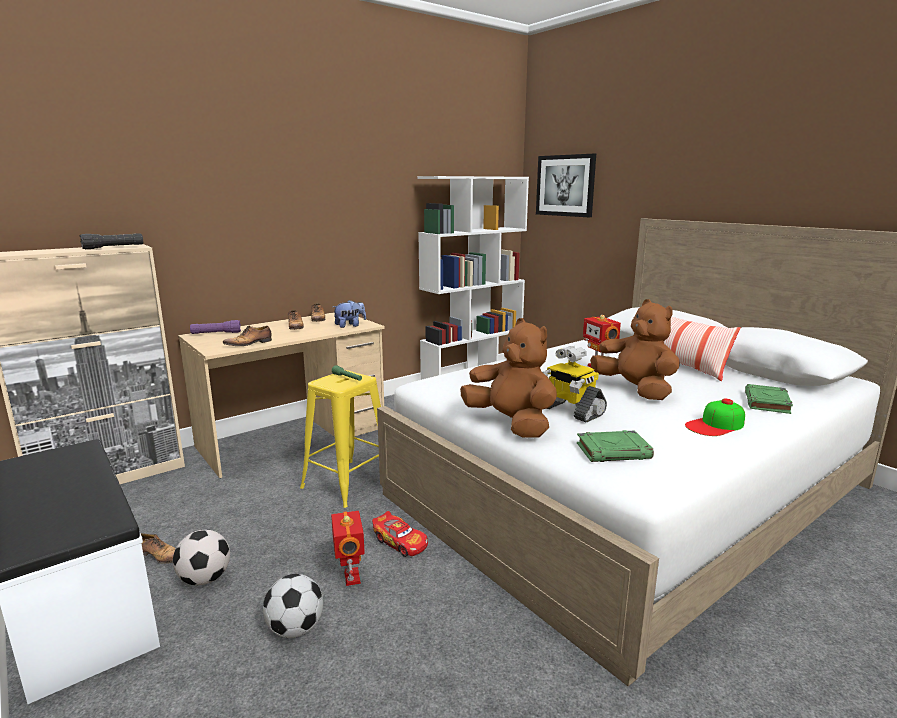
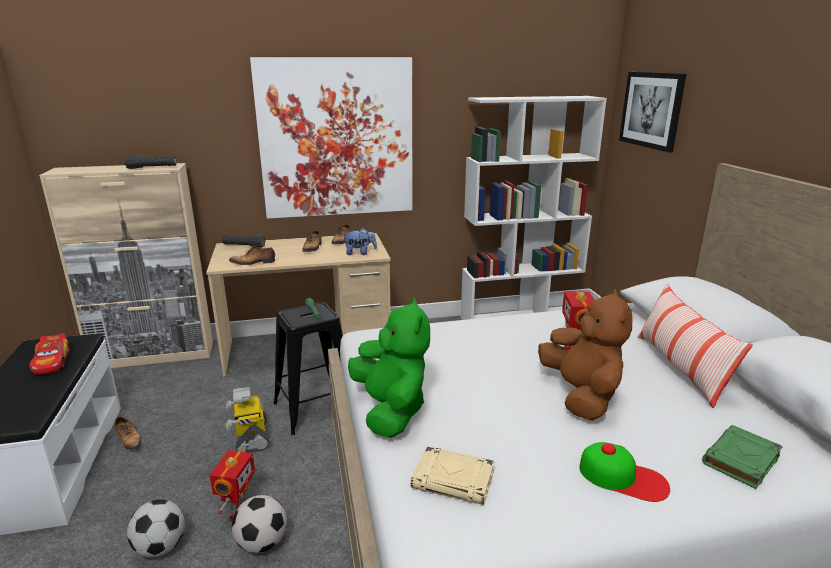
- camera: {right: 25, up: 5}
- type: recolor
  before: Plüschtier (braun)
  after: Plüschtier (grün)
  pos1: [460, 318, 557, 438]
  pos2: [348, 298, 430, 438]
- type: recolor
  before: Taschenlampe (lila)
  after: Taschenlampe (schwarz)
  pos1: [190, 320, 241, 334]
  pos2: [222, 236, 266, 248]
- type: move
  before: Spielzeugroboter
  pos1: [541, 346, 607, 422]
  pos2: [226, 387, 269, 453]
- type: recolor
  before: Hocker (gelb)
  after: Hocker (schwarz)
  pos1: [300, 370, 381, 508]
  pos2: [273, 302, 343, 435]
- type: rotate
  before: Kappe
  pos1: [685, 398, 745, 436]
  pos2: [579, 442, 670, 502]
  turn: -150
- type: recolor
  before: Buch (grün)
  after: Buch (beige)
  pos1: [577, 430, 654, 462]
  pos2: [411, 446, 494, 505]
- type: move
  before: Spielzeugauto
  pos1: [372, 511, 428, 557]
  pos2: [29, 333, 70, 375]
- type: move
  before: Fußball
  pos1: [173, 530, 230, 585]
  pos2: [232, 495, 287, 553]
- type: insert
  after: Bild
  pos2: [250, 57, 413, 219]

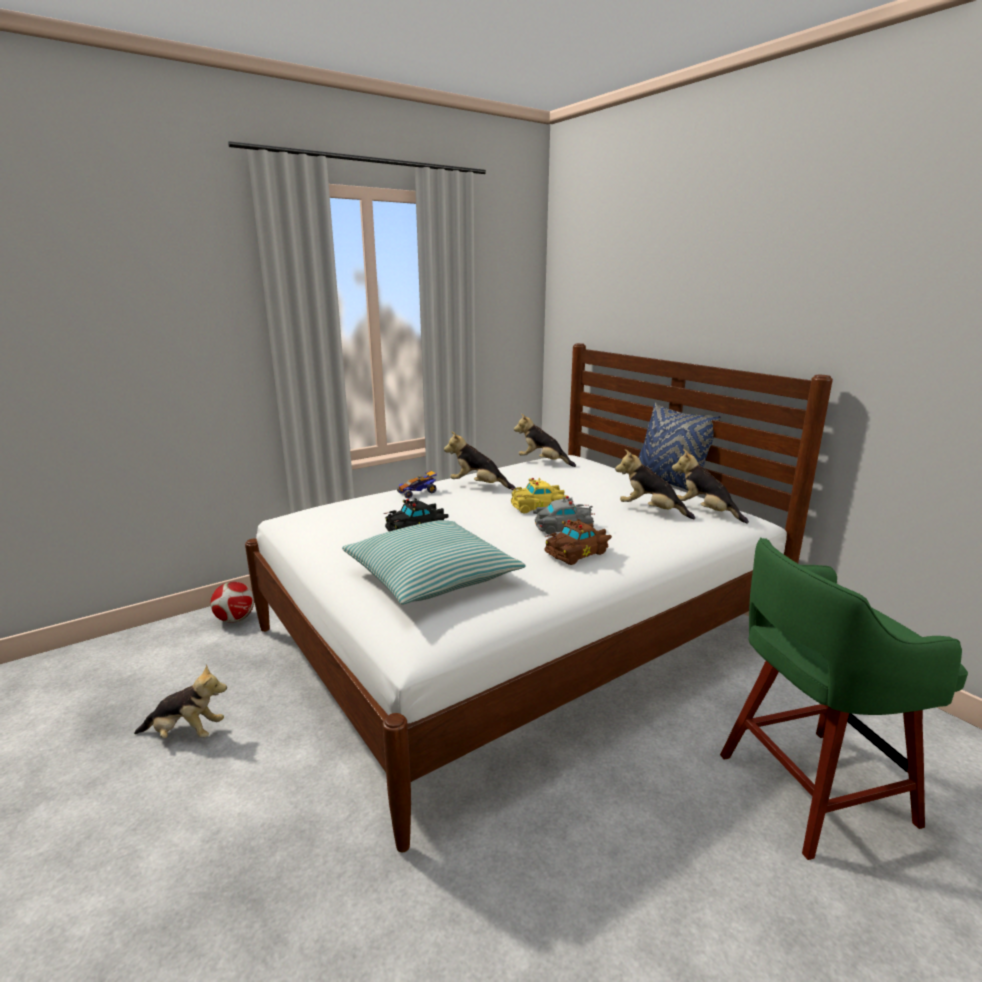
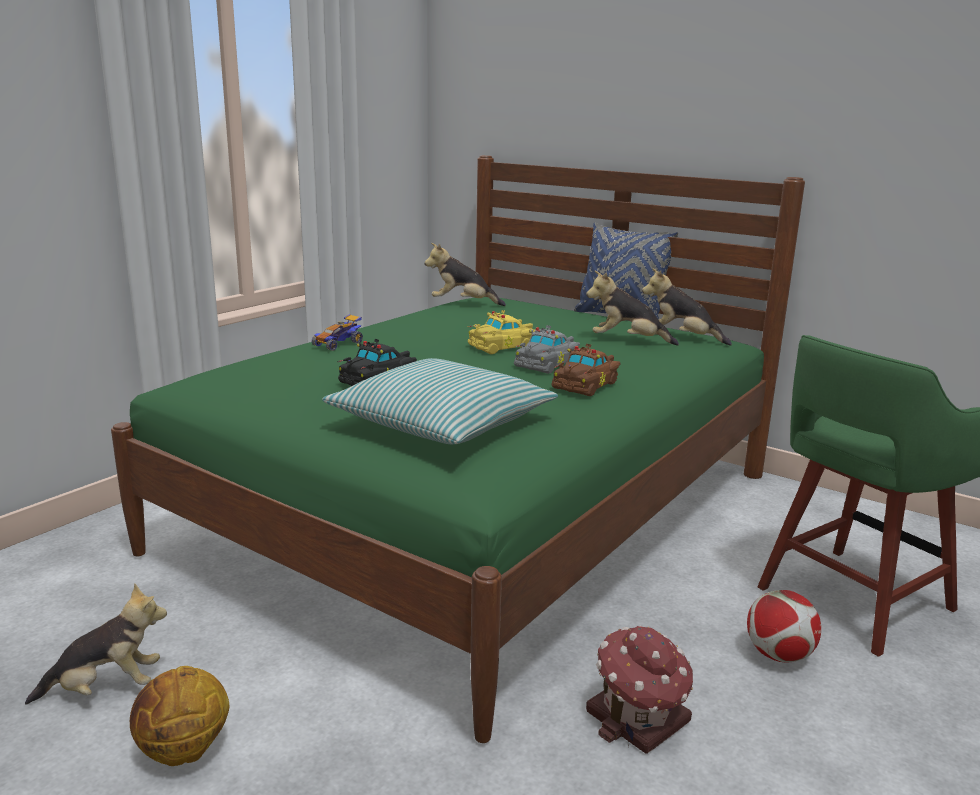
- camera: {right: -20, up: 0}
- type: recolor
  before: Bett (weiß)
  after: Bett (grün)
  pos1: [245, 343, 833, 852]
  pos2: [111, 155, 805, 743]
- type: delete
  before: Plüschtier
  pos1: [444, 431, 515, 490]
- type: rotate
  before: Spielzeugauto (grau)
  pos1: [533, 496, 595, 535]
  pos2: [514, 325, 580, 374]
  turn: 150
- type: move
  before: Fußball
  pos1: [211, 582, 254, 623]
  pos2: [747, 590, 821, 662]
- type: insert
  after: Spielzeughaus
  pos2: [586, 625, 693, 754]
- type: insert
  after: Basketball
  pos2: [130, 666, 229, 766]

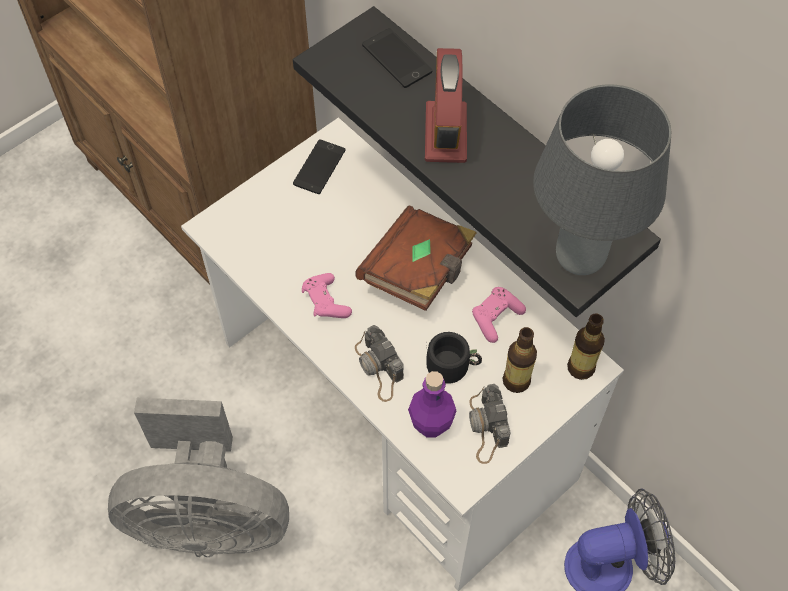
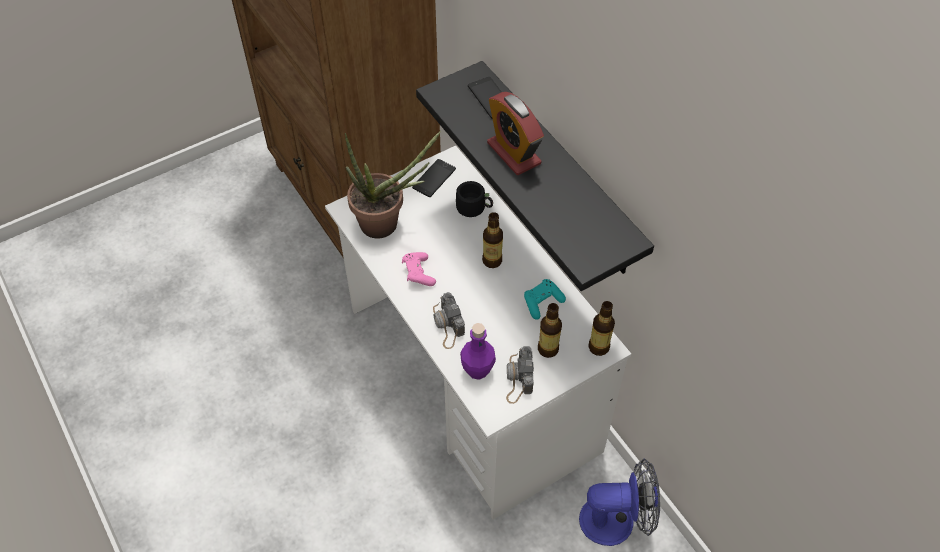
- camera: {right: 10, up: -5}
- type: rotate
  before: Wecker
  pos1: [425, 48, 467, 163]
  pos2: [487, 92, 544, 175]
  turn: -45
- type: delete
  before: Tischlampe (grau)
  pos1: [533, 84, 671, 275]
- type: replace
  before: Buch (braun)
  after: Flasche
  pos1: [356, 205, 477, 311]
  pos2: [482, 212, 503, 268]
- type: recolor
  before: Gamepad (rosa)
  after: Gamepad (türkis)
  pos1: [472, 287, 526, 343]
  pos2: [524, 279, 566, 320]
- type: move
  before: Henkelbecher (schwarz)
  pos1: [426, 332, 482, 384]
  pos2: [456, 181, 493, 217]
- type: delete
  before: Ventilator (grau)
  pos1: [108, 398, 289, 557]
- type: insert
  after: Topfpflanze
  pos2: [345, 131, 441, 239]

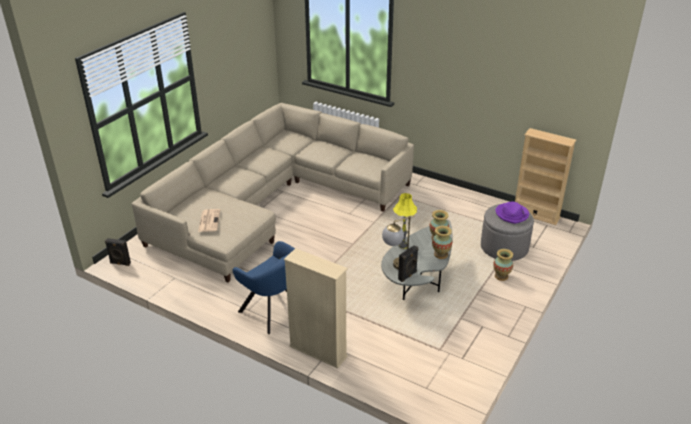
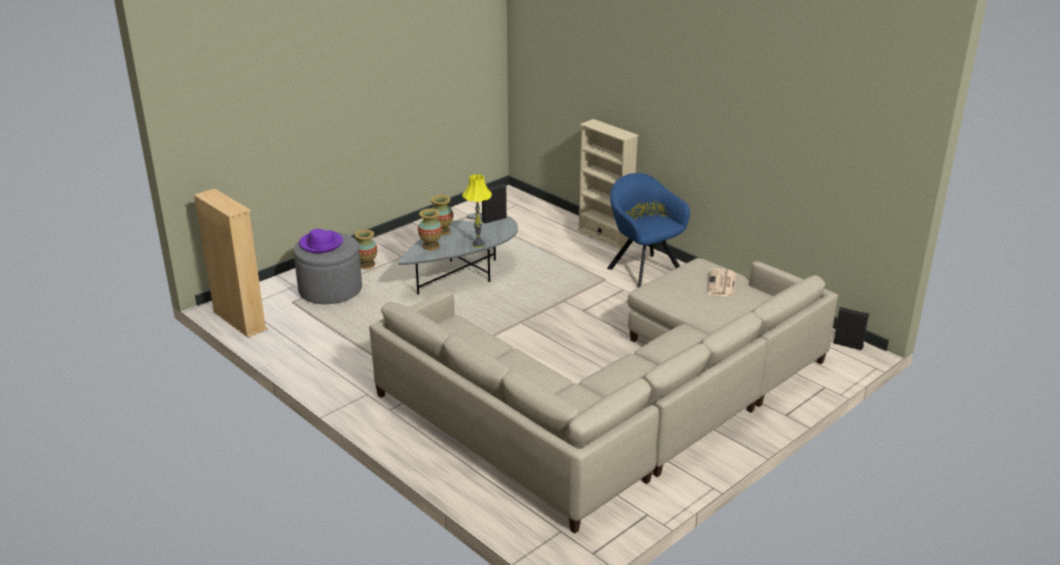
- camera: {right: -165, up: -5}
- type: delete
  before: Tischlampe
  pos1: [382, 216, 415, 270]

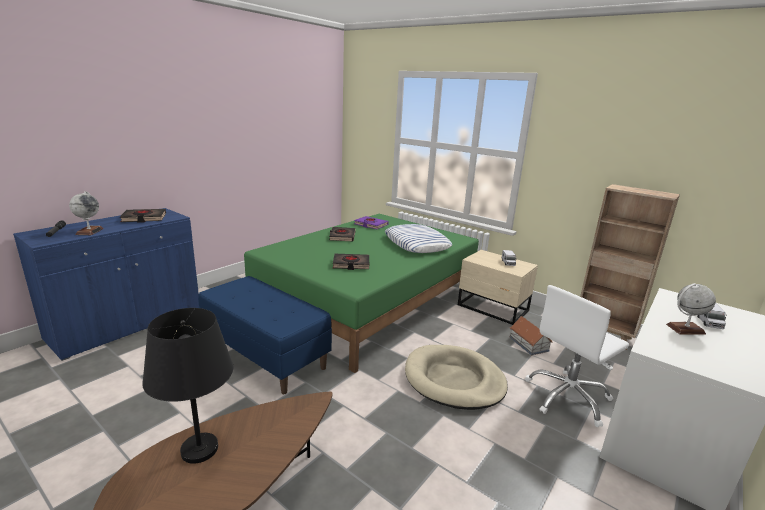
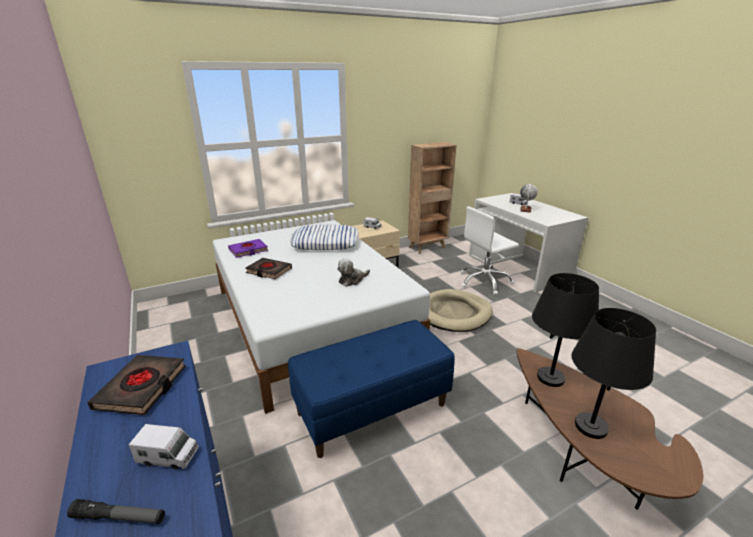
- camera: {right: -65, up: 5}
- type: replace
  before: Globus
  after: Spielzeuglaster
  pos1: [69, 191, 104, 235]
  pos2: [129, 424, 198, 470]
- type: recolor
  before: Bett (grün)
  after: Bett (weiß)
  pos1: [244, 214, 479, 373]
  pos2: [213, 220, 430, 414]
- type: replace
  before: Buch (schwarz)
  after: Plüschtier
  pos1: [333, 254, 369, 270]
  pos2: [337, 259, 370, 287]
- type: rotate
  before: Bürostuhl (weiß)
  pos1: [525, 285, 629, 427]
  pos2: [461, 206, 519, 295]
  turn: 75
- type: delete
  before: Spielzeughaus
  pos1: [509, 316, 552, 355]
- type: insert
  after: Tischlampe (schwarz)
  pos2: [532, 273, 599, 387]

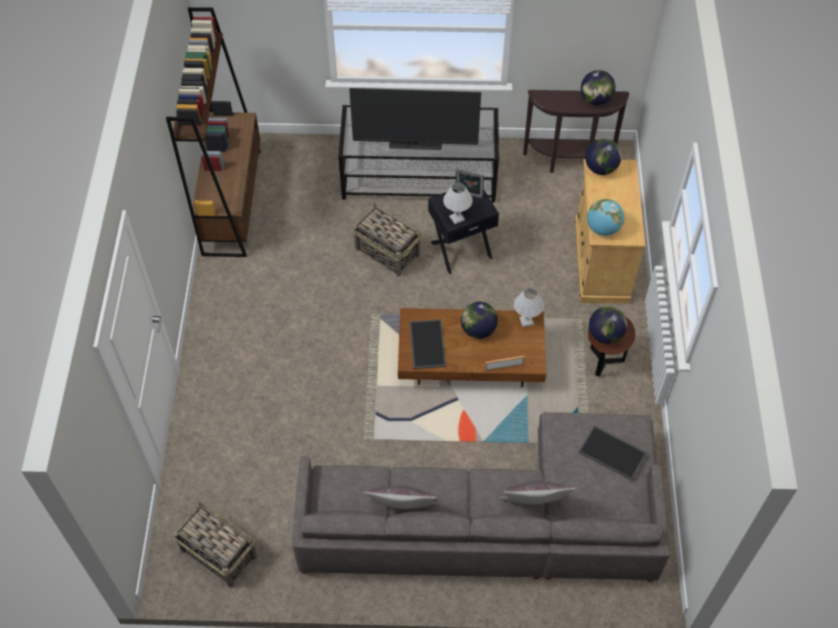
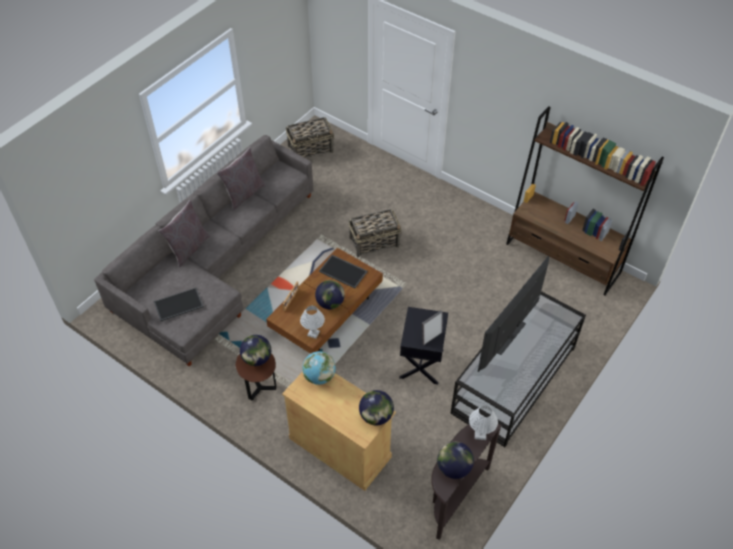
- camera: {right: 125, up: -5}
- type: move
  before: Tischlampe (weiß)
  pos1: [443, 183, 473, 224]
  pos2: [469, 406, 498, 440]
- type: move
  before: Korb
  pos1: [352, 203, 422, 277]
  pos2: [348, 209, 401, 257]

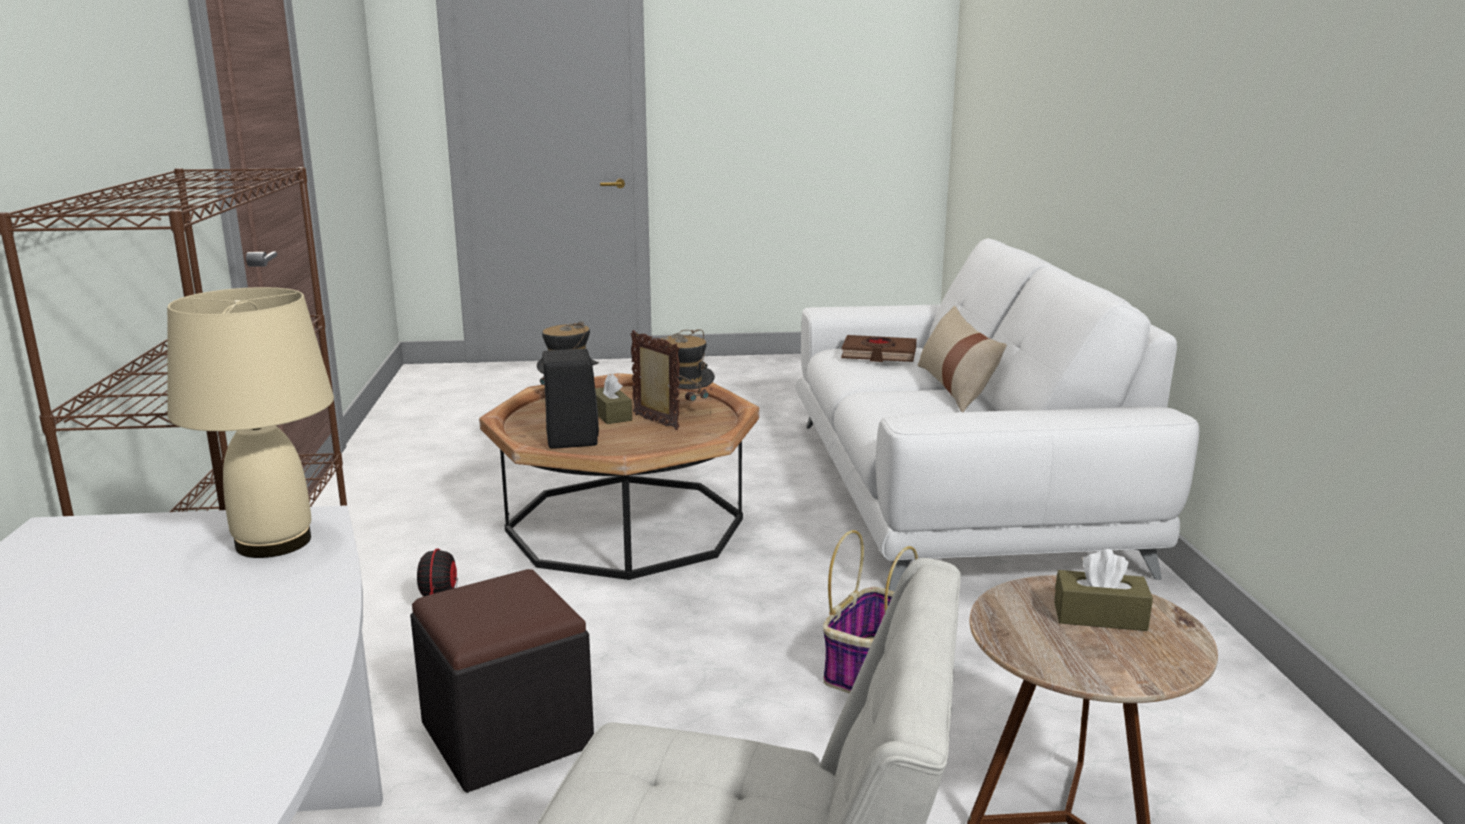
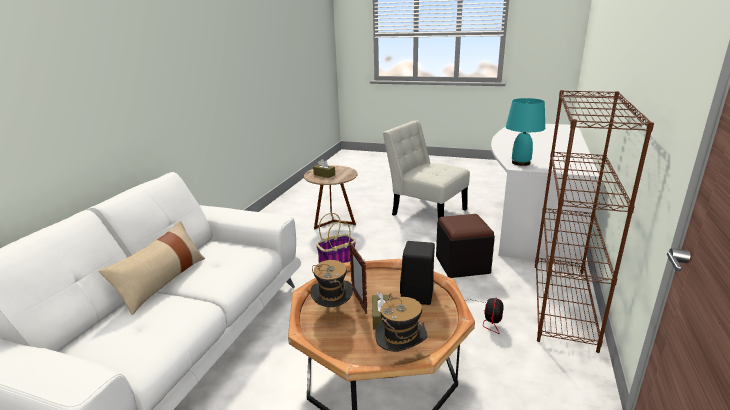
- camera: {right: -155, up: 5}
- type: recolor
  before: Tischlampe (beige)
  after: Tischlampe (türkis)
  pos1: [167, 287, 334, 558]
  pos2: [506, 98, 545, 166]
- type: delete
  before: Buch (braun)
  pos1: [841, 335, 917, 362]

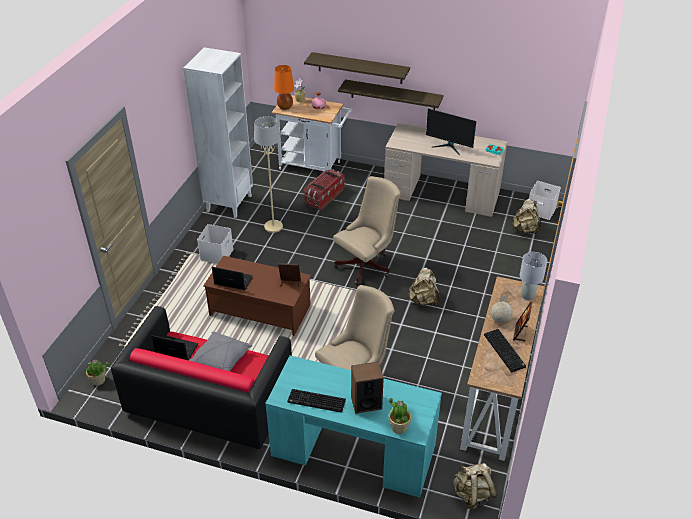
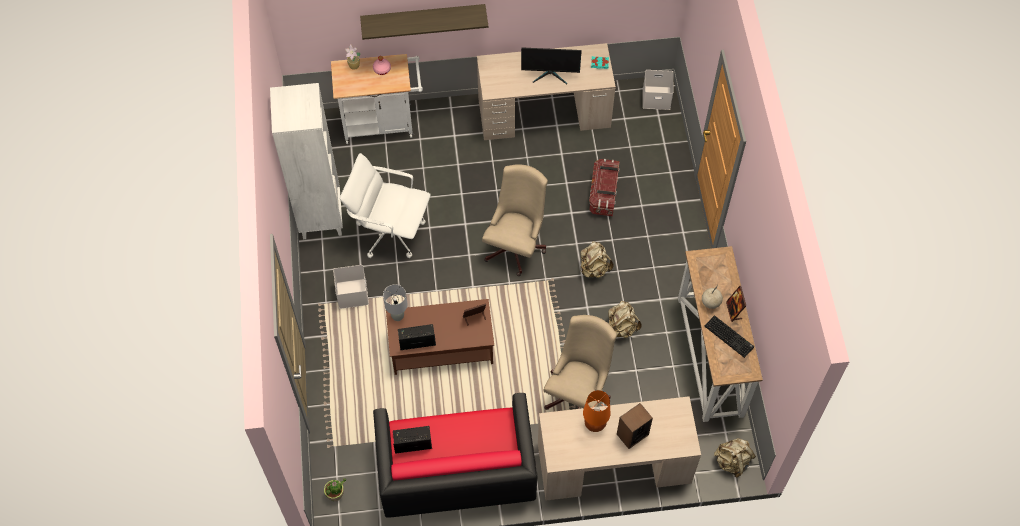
- camera: {right: -25, up: 20}
- type: move
  before: Tischlampe (orange)
  pos1: [274, 65, 294, 110]
  pos2: [583, 390, 610, 432]
- type: delete
  before: Wandregal
  pos1: [338, 79, 444, 110]
- type: replace
  before: Stehlampe (beige)
  after: Bürostuhl (weiß)
  pos1: [254, 116, 283, 233]
  pos2: [340, 153, 431, 258]
- type: move
  before: Aufbewahrungsbox
  pos1: [304, 169, 345, 210]
  pos2: [589, 159, 620, 216]
- type: move
  before: Rucksack (beige)
  pos1: [512, 199, 541, 234]
  pos2: [608, 301, 642, 338]
- type: move
  before: Tischlampe (grau)
  pos1: [520, 252, 547, 300]
  pos2: [383, 284, 407, 321]
- type: delete
  before: Kissen (grau)
  pos1: [189, 332, 252, 371]
- type: recolor
  before: Schreibtisch (türkis)
  after: Schreibtisch (beige)
  pos1: [265, 355, 442, 498]
  pos2: [538, 396, 701, 500]
- type: delete
  before: Tastatur
  pos1: [287, 389, 346, 413]
- type: delete
  before: Topfpflanze
  pos1: [389, 398, 411, 434]

